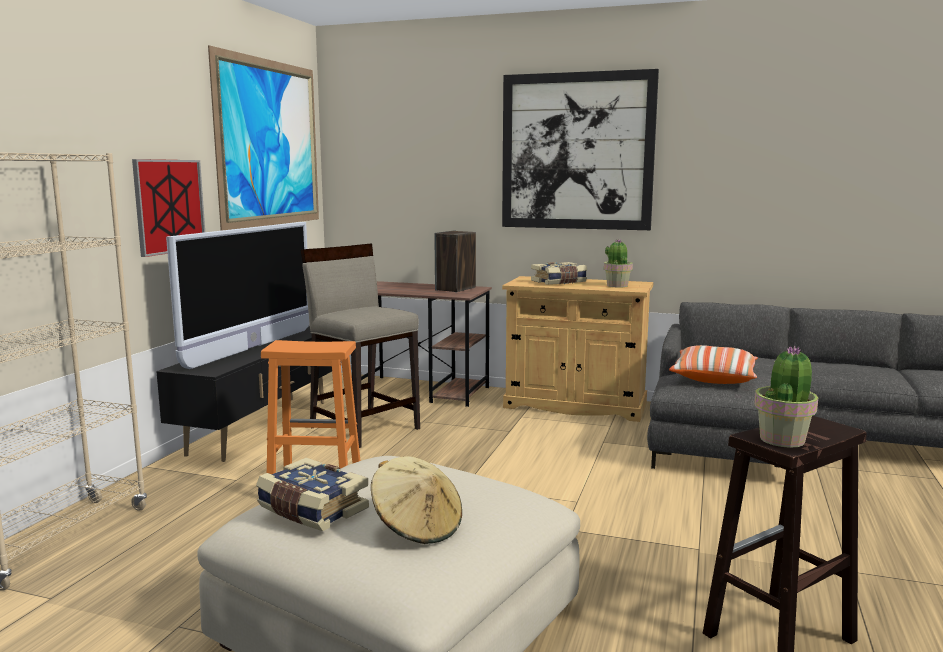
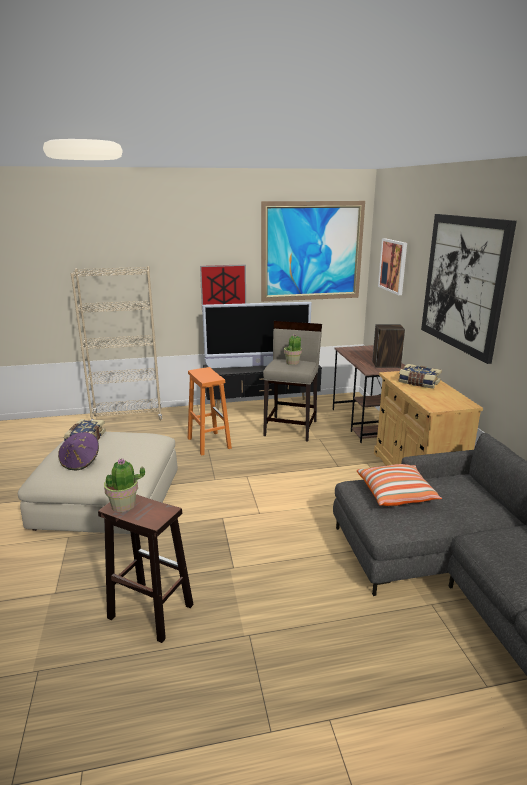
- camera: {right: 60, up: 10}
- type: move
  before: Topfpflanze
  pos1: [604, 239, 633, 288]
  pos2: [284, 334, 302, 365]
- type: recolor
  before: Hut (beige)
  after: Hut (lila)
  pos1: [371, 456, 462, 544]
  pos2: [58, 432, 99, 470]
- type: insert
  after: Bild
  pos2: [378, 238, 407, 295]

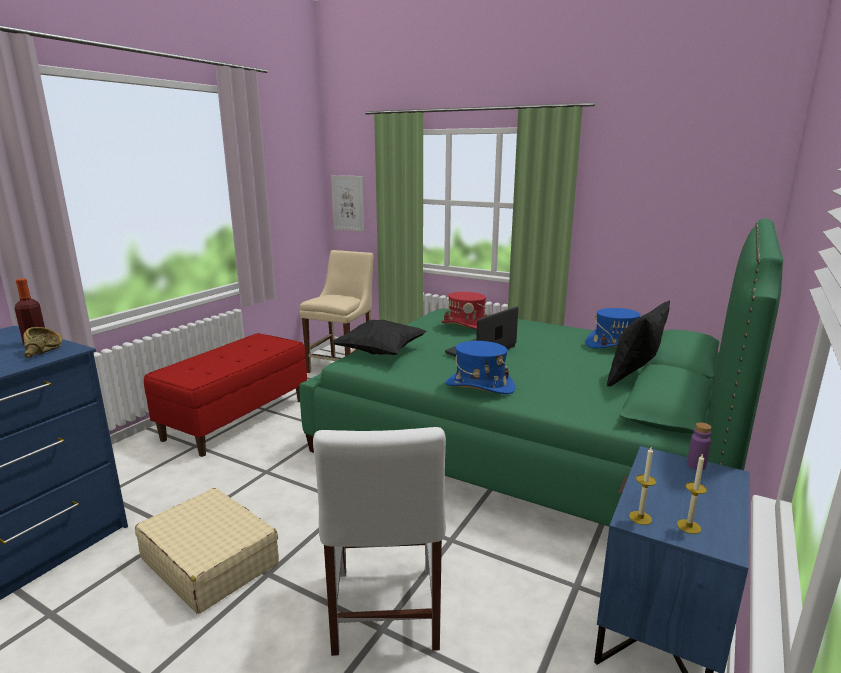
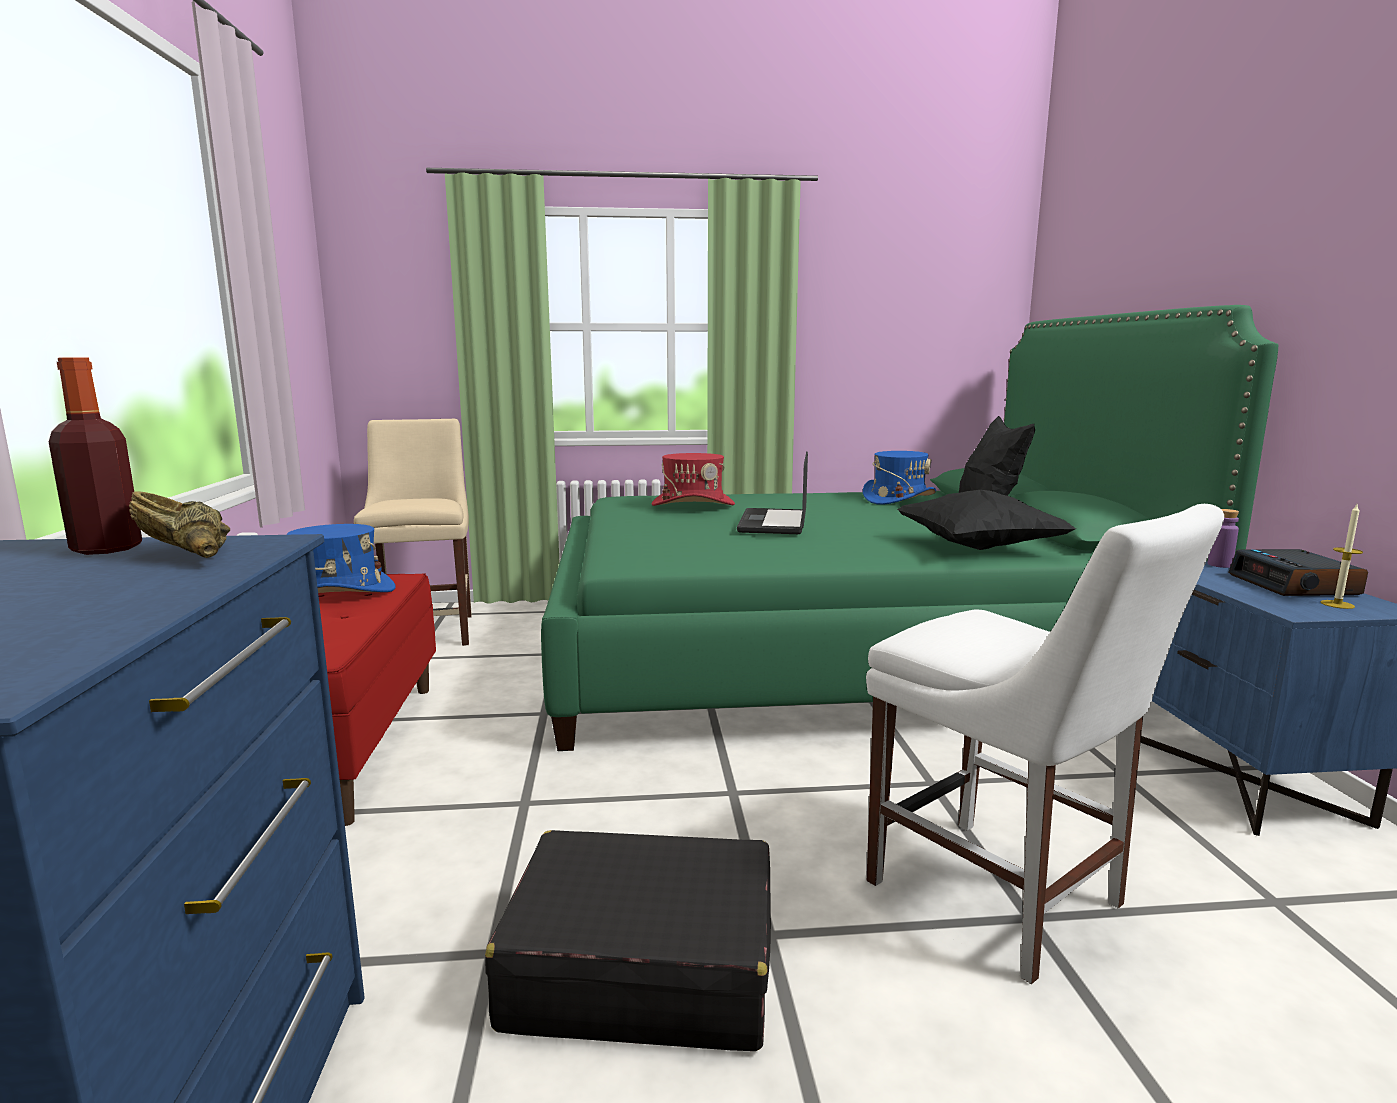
- camera: {right: -35, up: -5}
- type: delete
  before: Bild
  pos1: [331, 175, 364, 232]
- type: move
  before: Kissen (schwarz)
  pos1: [332, 320, 427, 355]
  pos2: [897, 490, 1076, 550]
- type: move
  before: Hut (blau)
  pos1: [446, 341, 515, 394]
  pos2: [287, 524, 395, 593]
- type: delete
  before: Kerze
  pos1: [629, 447, 656, 525]
- type: recolor
  before: Koffer (beige)
  after: Koffer (schwarz)
  pos1: [135, 488, 279, 614]
  pos2: [485, 830, 771, 1051]
- type: insert
  after: Wecker
  pos2: [1228, 549, 1368, 596]

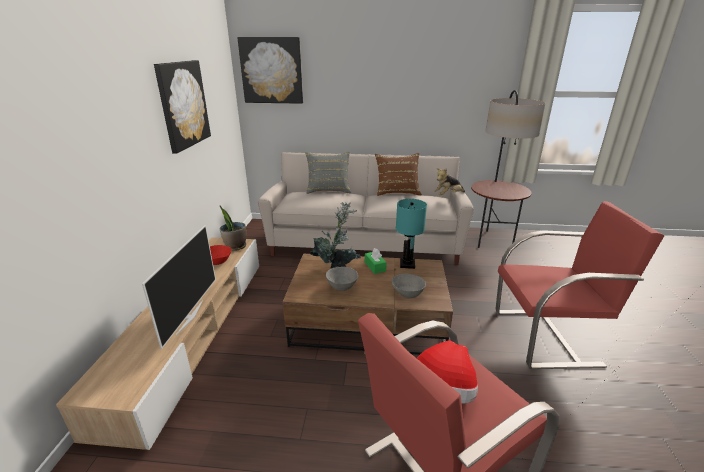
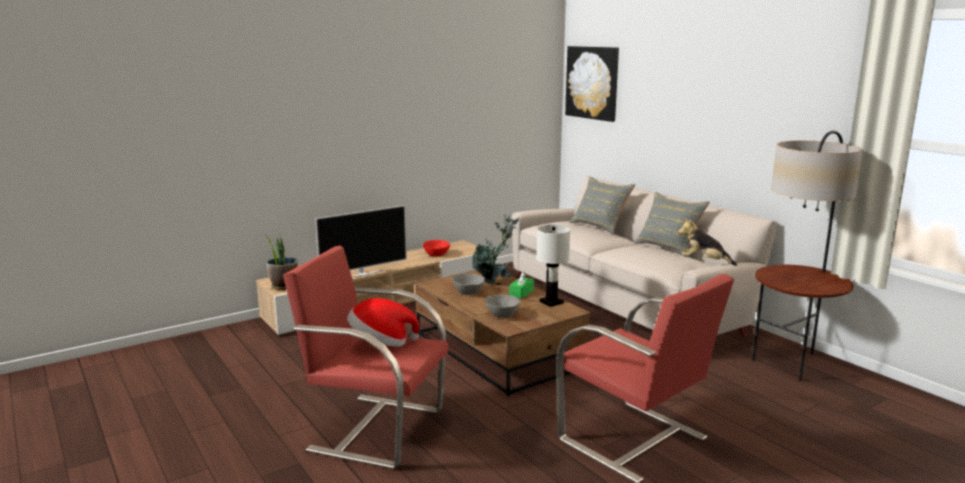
- camera: {right: 50, up: -10}
- type: delete
  before: Bild
  pos1: [154, 60, 211, 154]
- type: recolor
  before: Kissen (braun)
  after: Kissen (grau)
  pos1: [375, 153, 422, 196]
  pos2: [634, 192, 710, 257]
- type: recolor
  before: Tischlampe (türkis)
  after: Tischlampe (weiß)
  pos1: [396, 199, 427, 269]
  pos2: [536, 225, 570, 307]
- type: move
  before: Topfpflanze
  pos1: [220, 206, 246, 251]
  pos2: [266, 235, 298, 290]

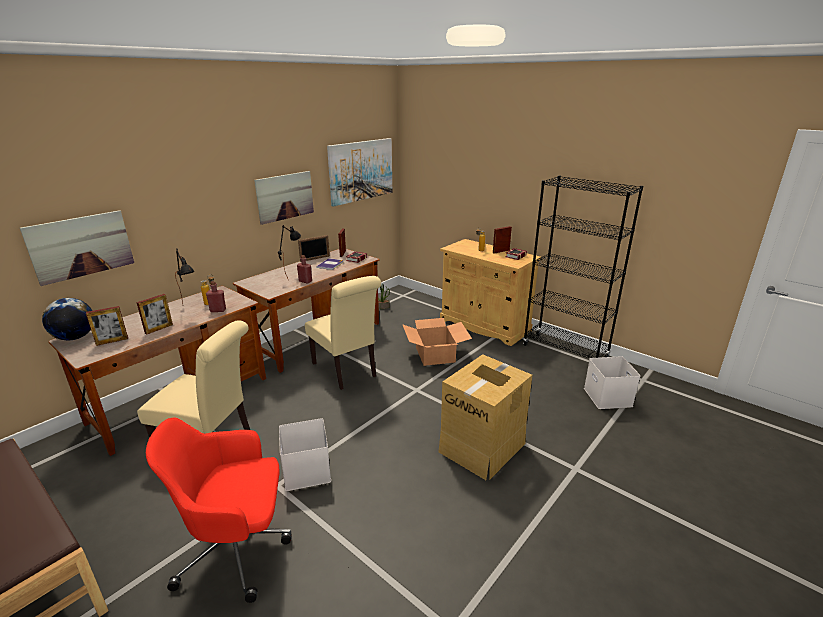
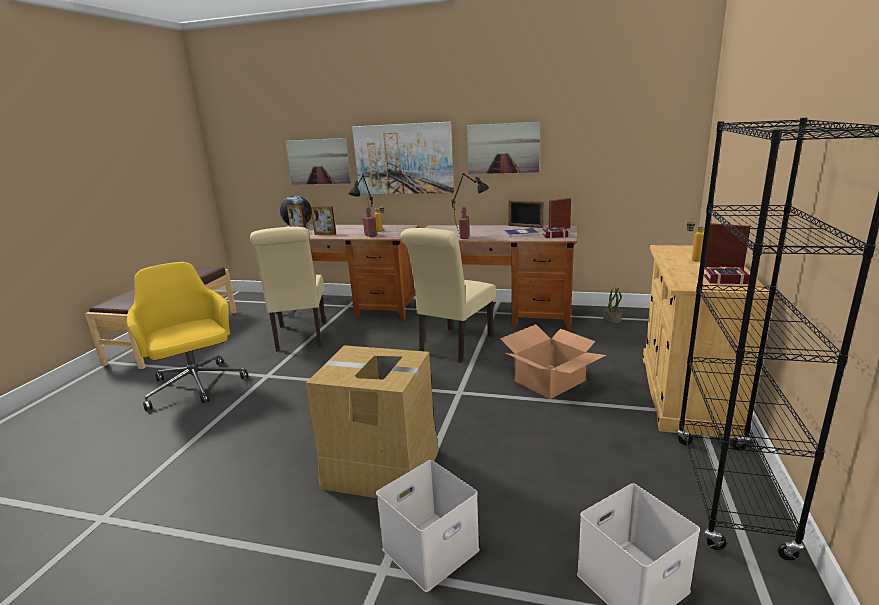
- camera: {right: 65, up: -5}
- type: move
  before: Bild
  pos1: [327, 138, 392, 207]
  pos2: [352, 122, 454, 194]
- type: recolor
  before: Bürostuhl (rot)
  after: Bürostuhl (gelb)
  pos1: [146, 418, 292, 603]
  pos2: [127, 262, 249, 411]
- type: move
  before: Aufbewahrungsbox (weiß)
  pos1: [279, 418, 331, 491]
  pos2: [376, 460, 480, 592]

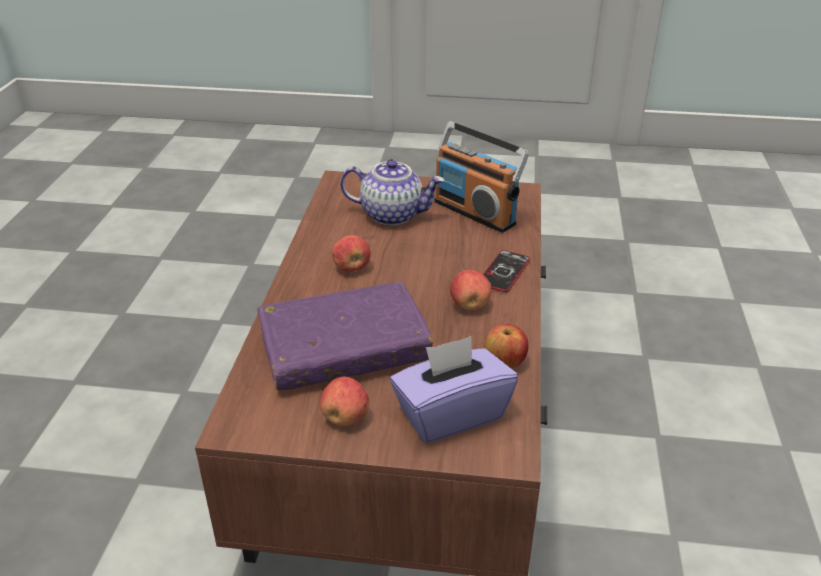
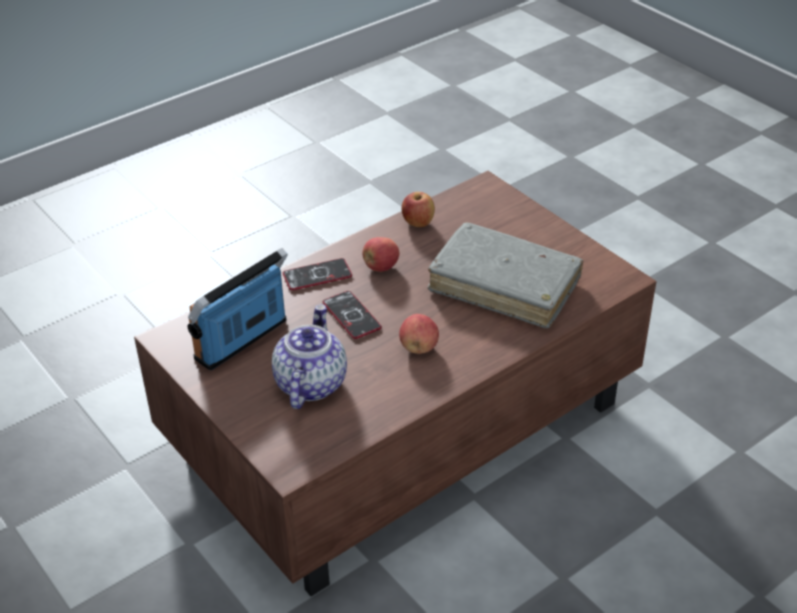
- camera: {right: -135, up: 5}
- type: rotate
  before: Radio
  pos1: [435, 121, 529, 233]
  pos2: [188, 248, 288, 370]
  turn: -135
- type: rotate
  before: Teekanne
  pos1: [340, 159, 445, 226]
  pos2: [272, 304, 347, 409]
  turn: 45
- type: recolor
  before: Buch (lila)
  after: Buch (grau)
  pos1: [257, 282, 433, 390]
  pos2: [427, 222, 583, 328]
- type: delete
  before: Taschentuchbox (lila)
  pos1: [390, 336, 518, 443]
- type: delete
  before: Apfel
  pos1: [320, 377, 369, 426]
- type: insert
  after: Handy
  pos2: [323, 291, 382, 339]

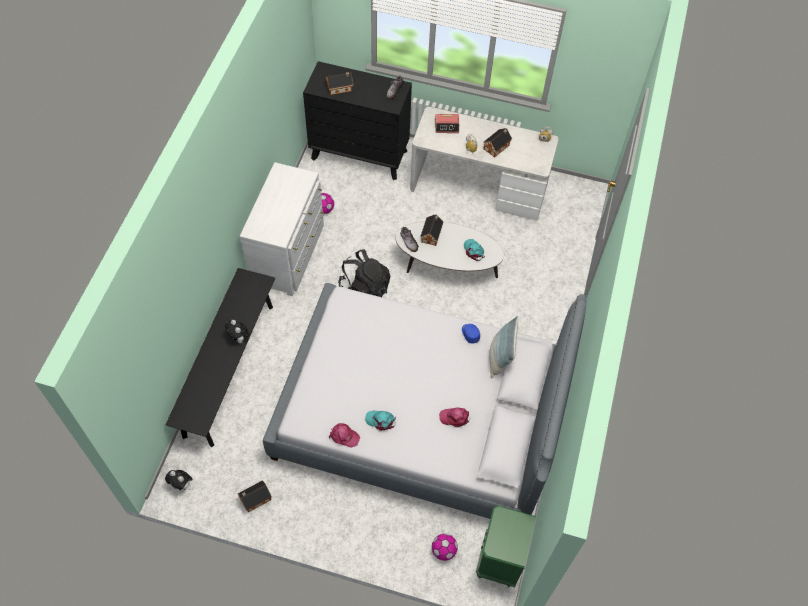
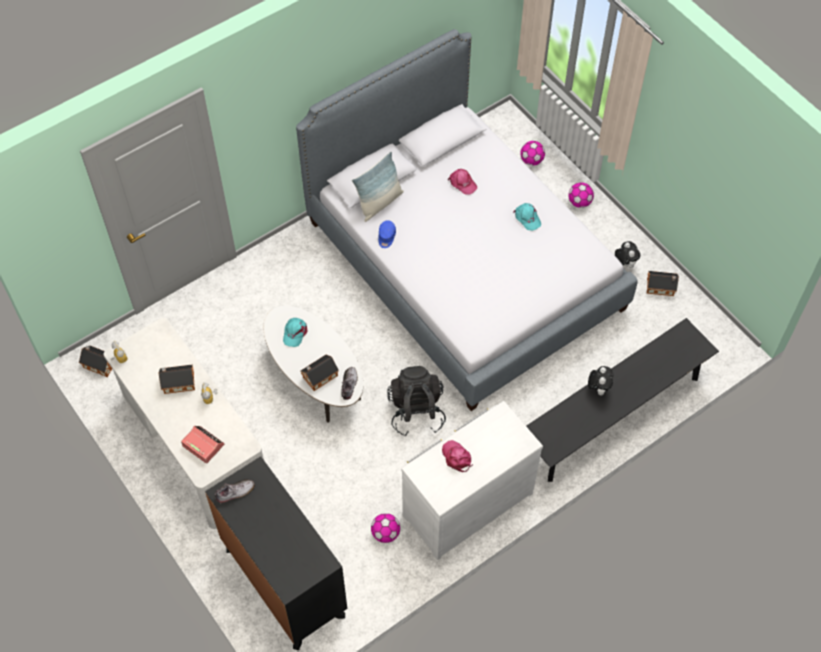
- camera: {right: -140, up: 0}
- type: move
  before: Spielzeughaus
  pos1: [326, 72, 353, 95]
  pos2: [79, 345, 112, 377]
- type: move
  before: Kappe (rosa)
  pos1: [329, 423, 360, 448]
  pos2: [442, 440, 473, 472]
- type: move
  before: Plüschtier
  pos1: [165, 470, 192, 490]
  pos2: [615, 241, 640, 268]
- type: delete
  before: Nachttisch (grün)
  pos1: [476, 506, 536, 587]
- type: insert
  after: Fußball
  pos2: [568, 183, 594, 208]

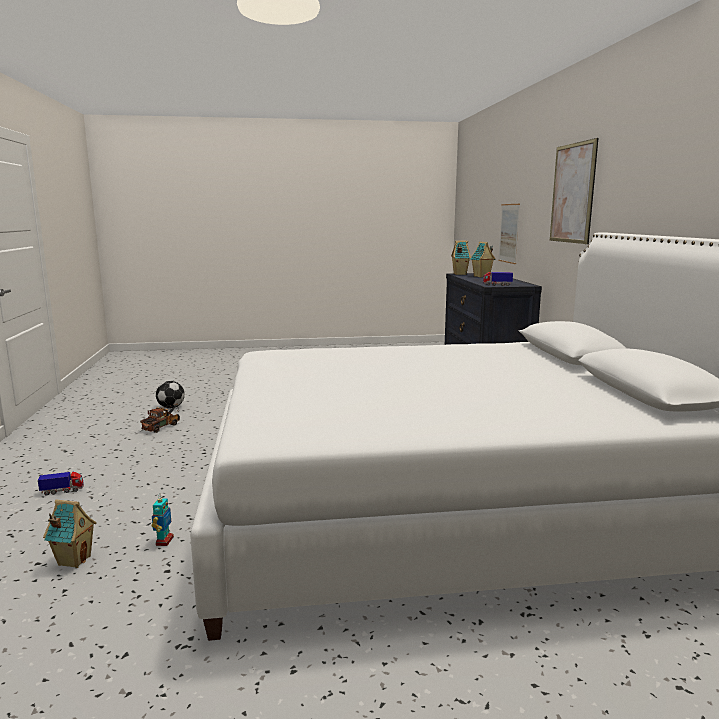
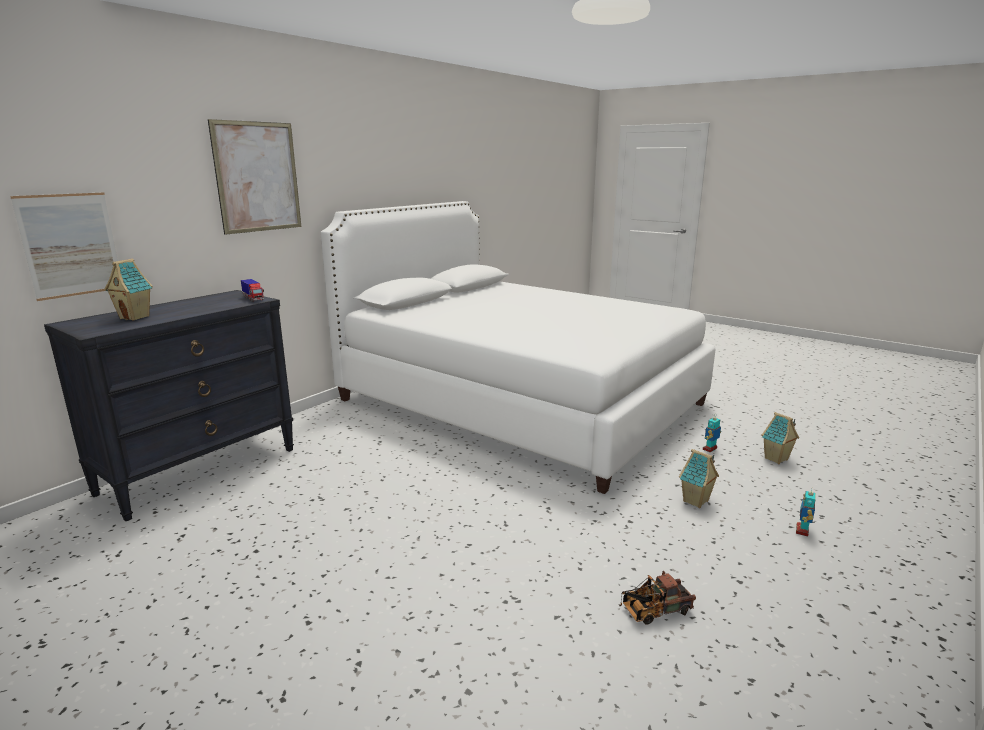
- camera: {right: -135, up: 5}
- type: move
  before: Spielzeughaus
  pos1: [451, 241, 471, 275]
  pos2: [679, 449, 719, 508]
- type: delete
  before: Fußball
  pos1: [156, 381, 185, 408]
- type: replace
  before: Spielzeuglaster
  after: Spielzeugroboter
  pos1: [38, 472, 84, 495]
  pos2: [796, 489, 816, 536]

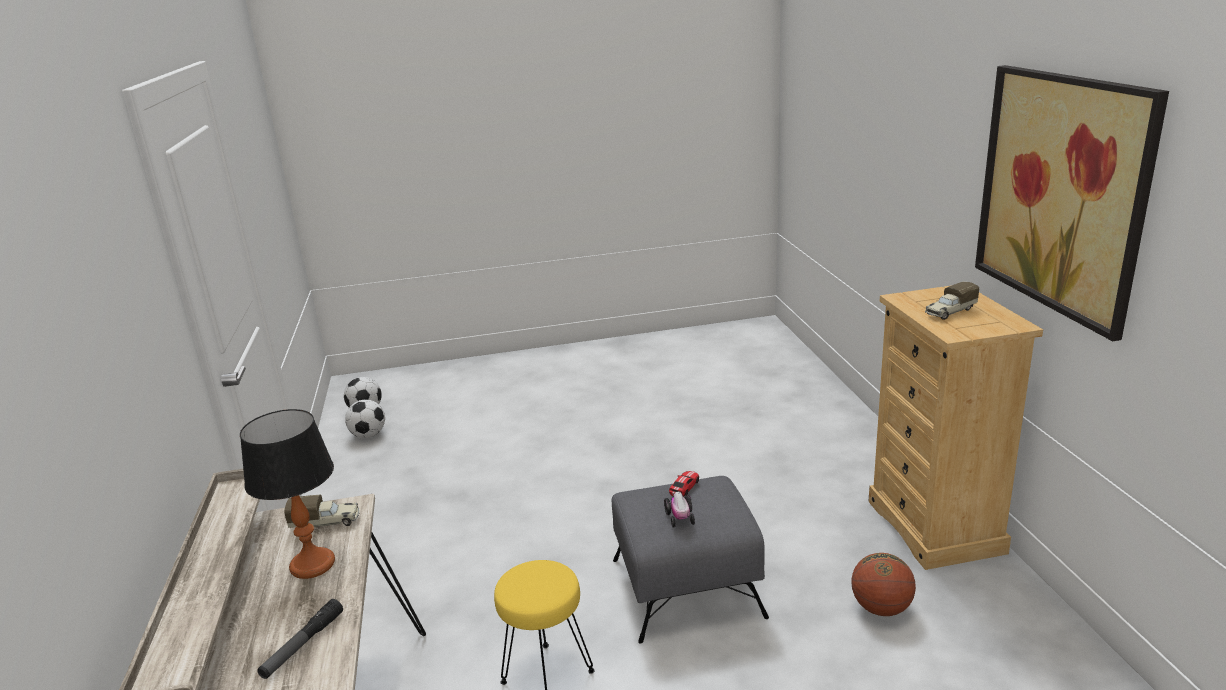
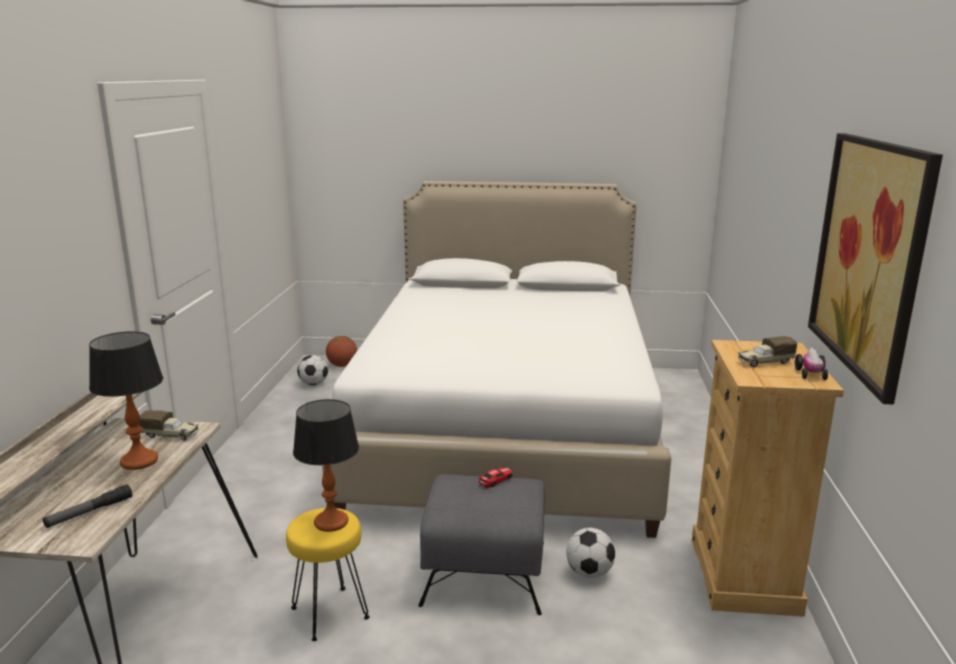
- camera: {right: 15, up: -5}
- type: move
  before: Fußball
  pos1: [345, 400, 385, 438]
  pos2: [566, 528, 615, 578]
- type: move
  before: Spielzeugauto
  pos1: [664, 492, 695, 528]
  pos2: [795, 348, 828, 380]
- type: move
  before: Basketball
  pos1: [851, 553, 916, 616]
  pos2: [326, 336, 357, 367]
- type: insert
  after: Bett (weiß)
  pos2: [322, 181, 671, 538]
- type: insert
  after: Tischlampe
  pos2: [293, 399, 359, 532]

